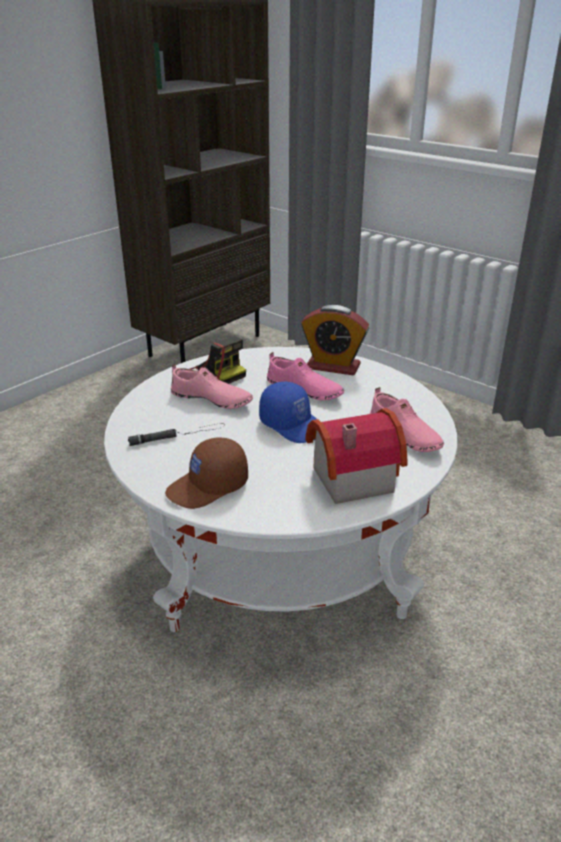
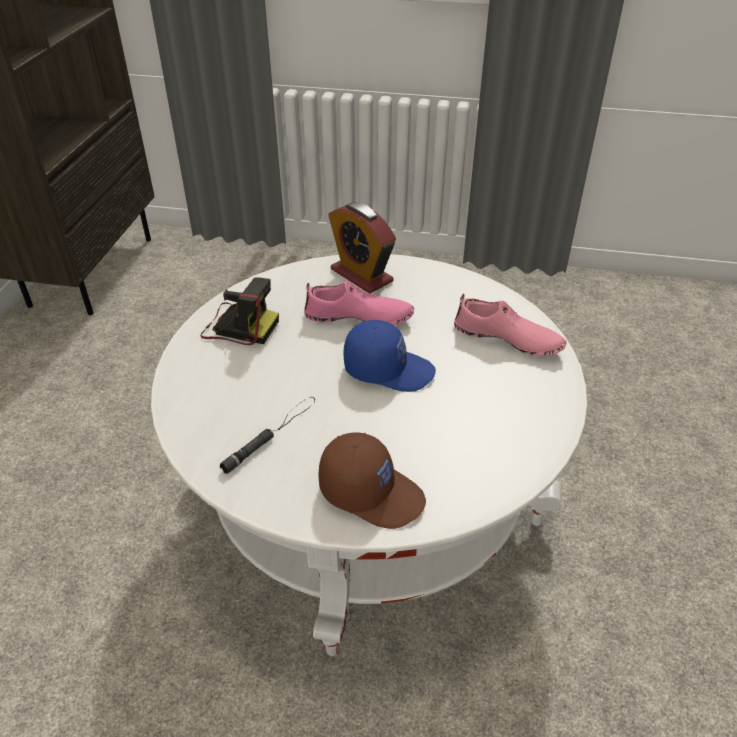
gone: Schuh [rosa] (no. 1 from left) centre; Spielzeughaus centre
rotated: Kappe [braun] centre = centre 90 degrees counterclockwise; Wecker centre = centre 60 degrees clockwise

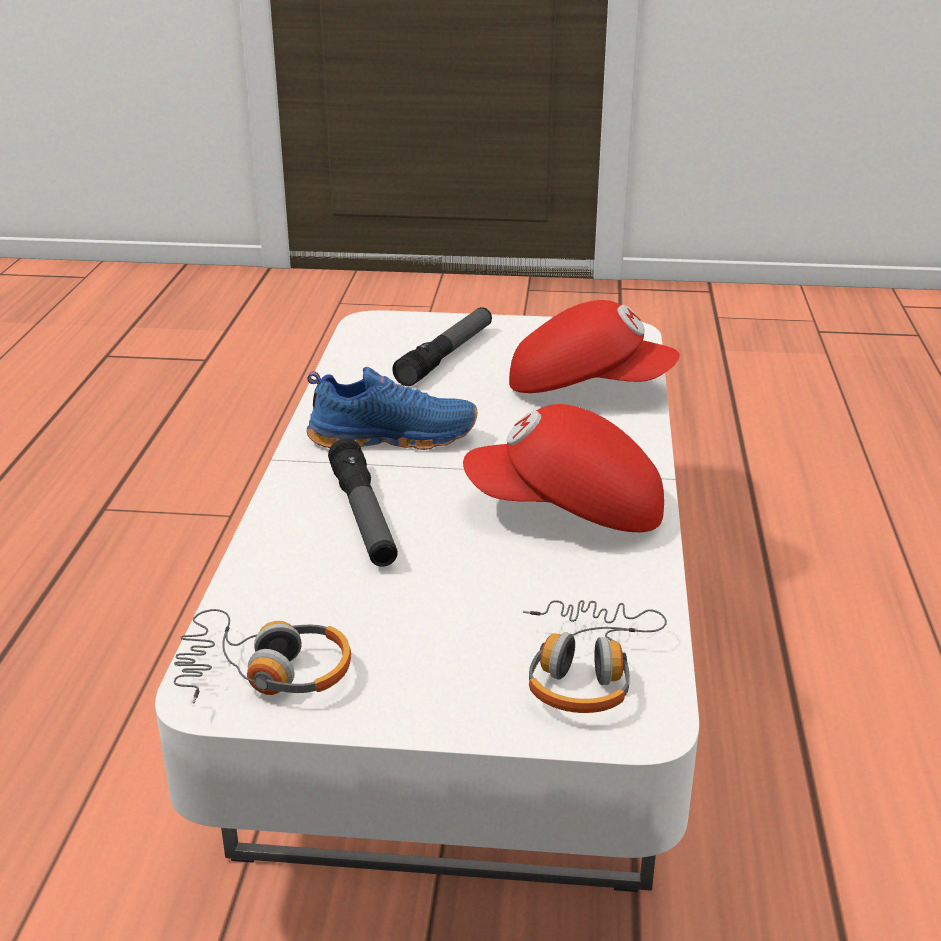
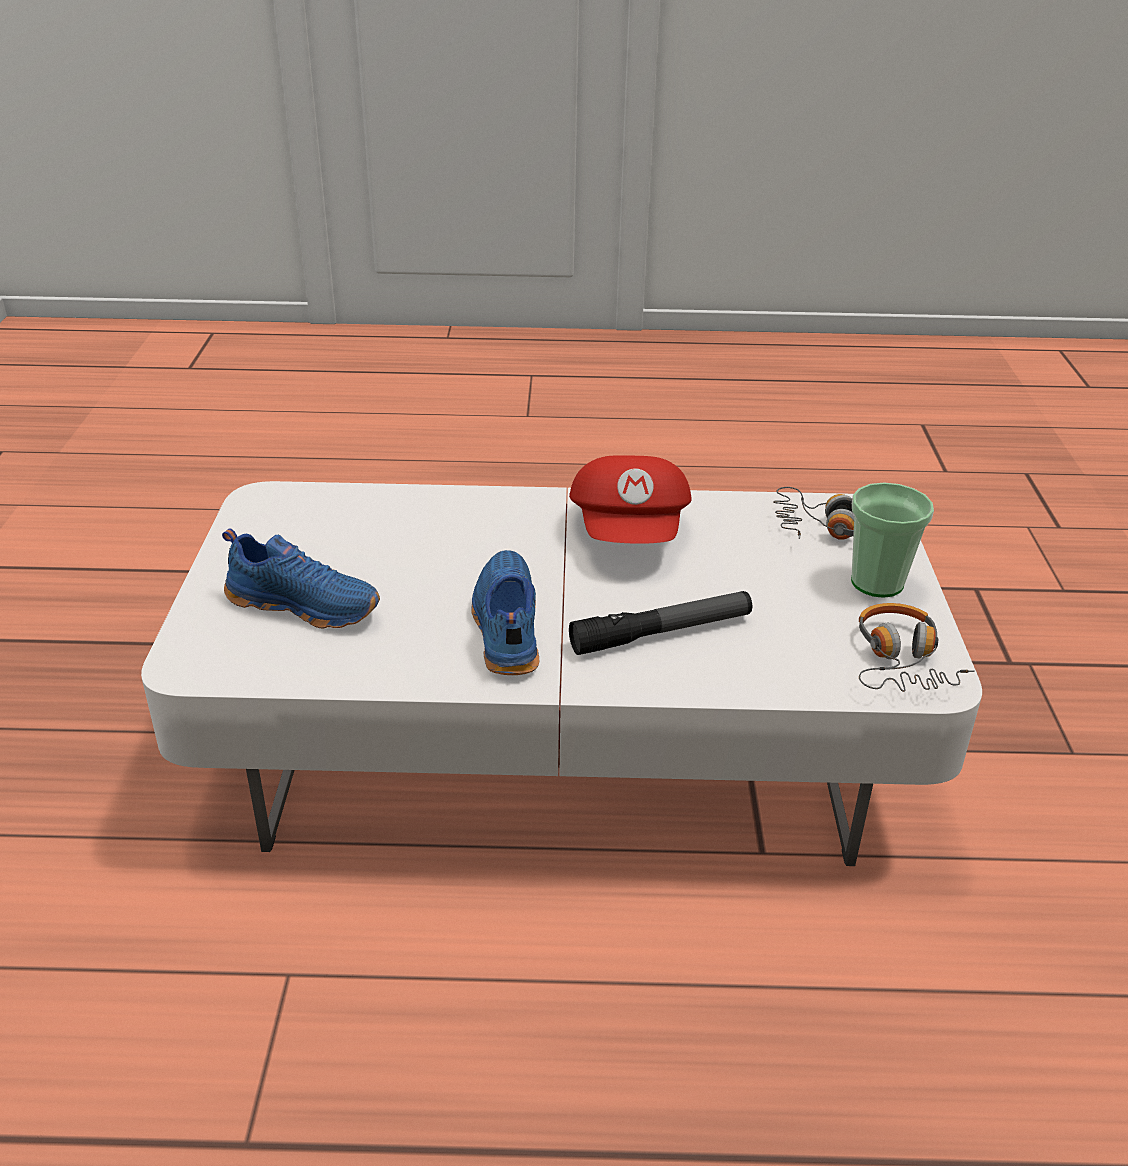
gone: Kappe [rot] (no. 2 from left) centre
new: Tasse middle right
swapped: Taschenlampe (no. 2 from left) centre to Schuh [blau] (no. 1 from left) middle left

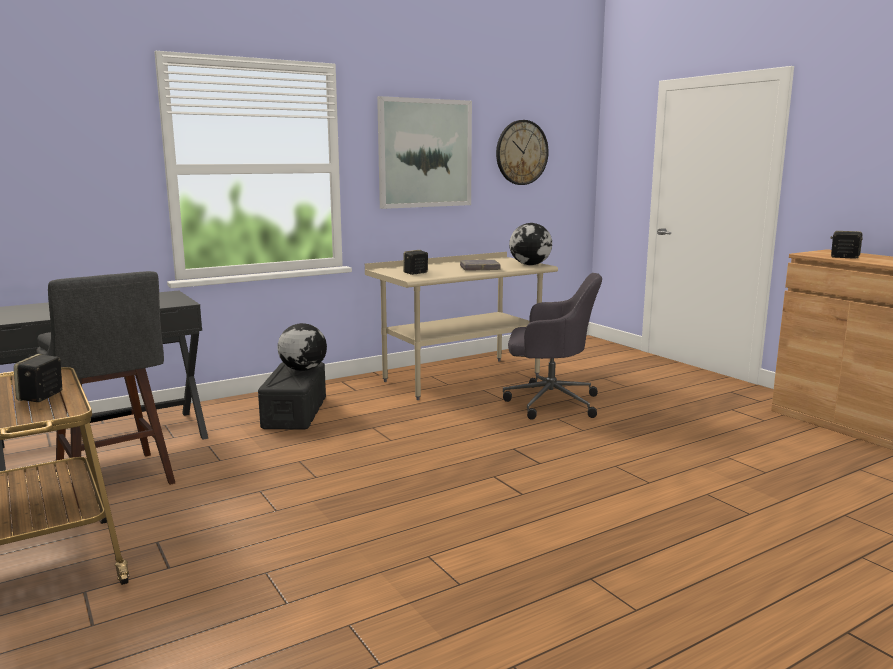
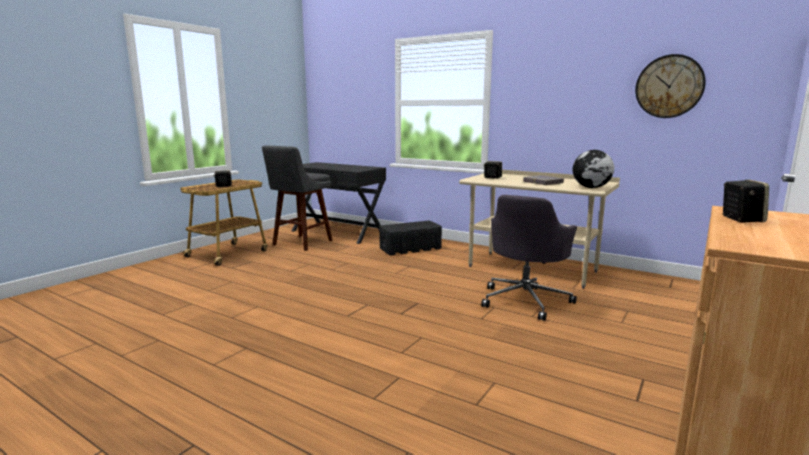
gone: Globus (no. 1 from left) centre; Bild top centre
rotated: Bürostuhl [grau] centre = centre 45 degrees clockwise

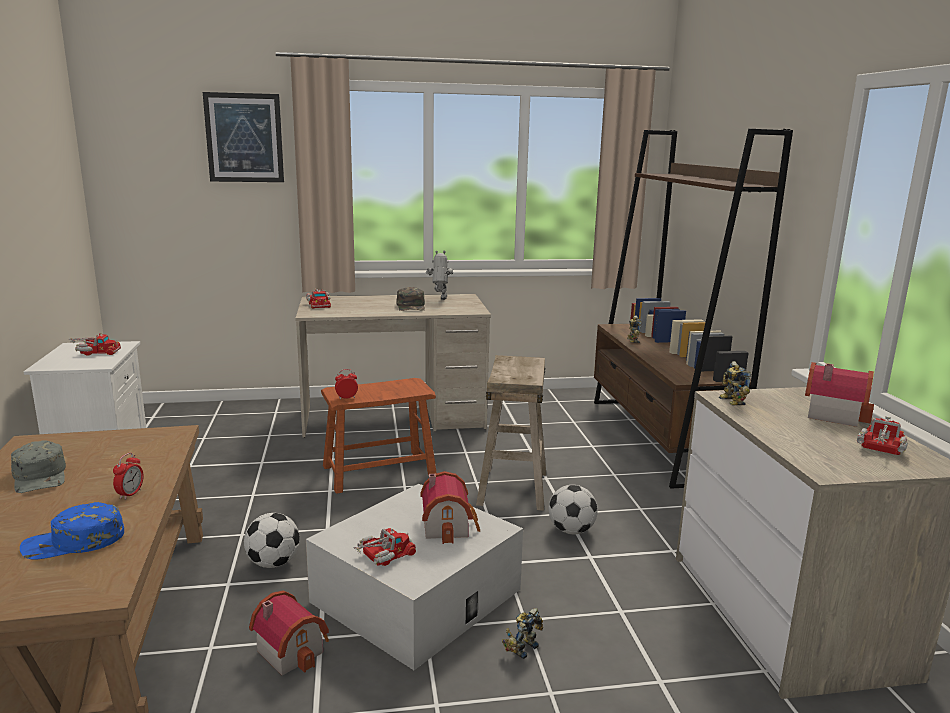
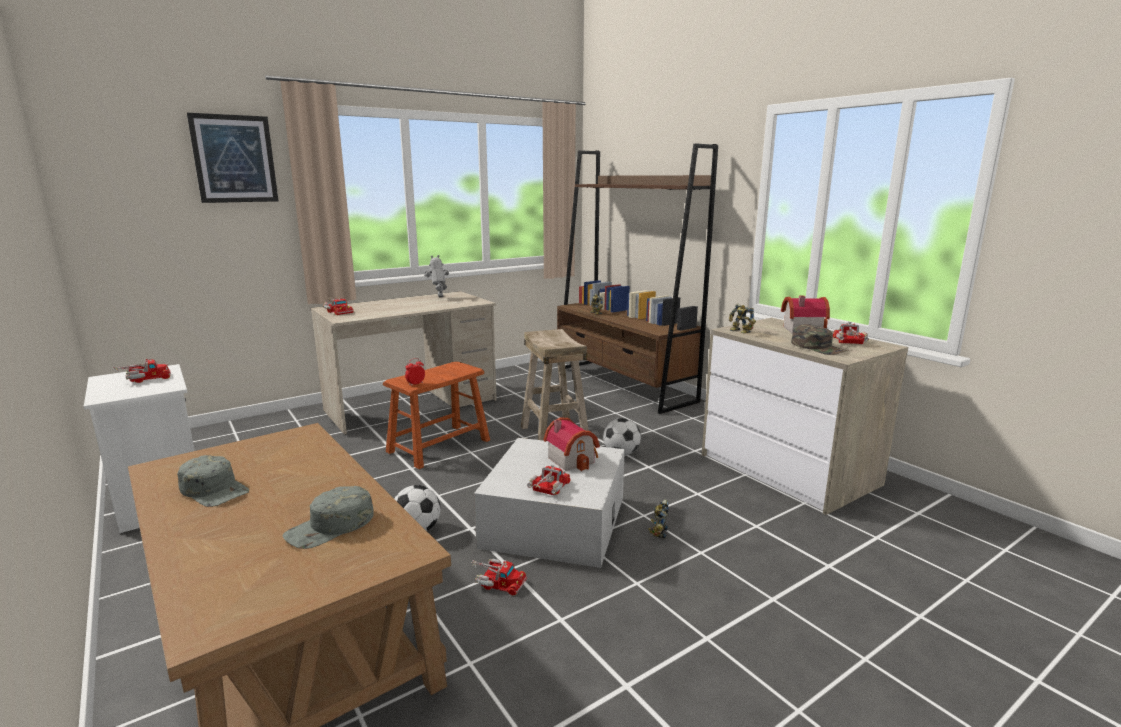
gone: Wecker (no. 1 from left) bottom left
shifted: Kappe [grün] centre to middle right
swapped: Spielzeughaus (no. 1 from left) bottom left to Spielzeuglaster (no. 3 from left) bottom centre
repainted: Kappe [blau] bottom left to Kappe [grau] (no. 2 from left) bottom left

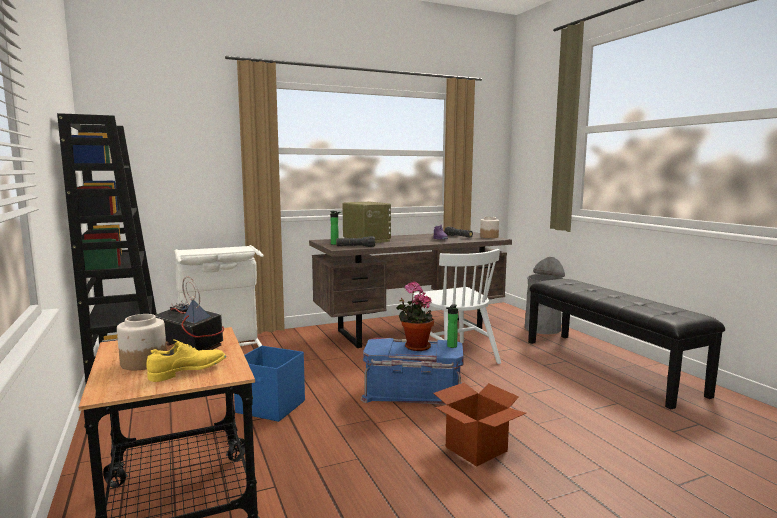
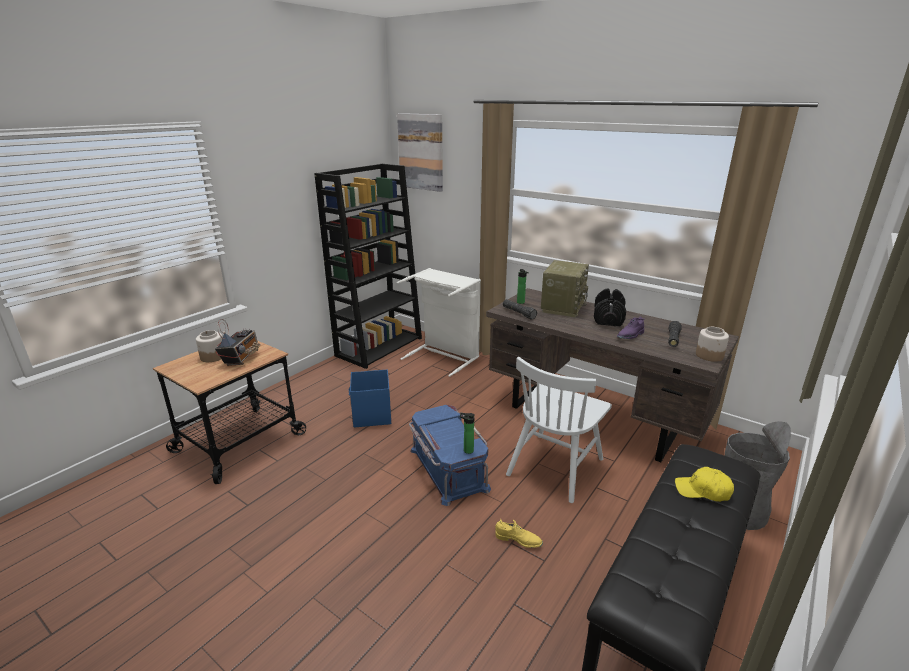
gone: Topfpflanze centre; Karton bottom centre
new: Bild top centre; Hantel [schwarz] middle right; Kappe [gelb] bottom right
shifted: Schuh [gelb] bottom left to bottom centre

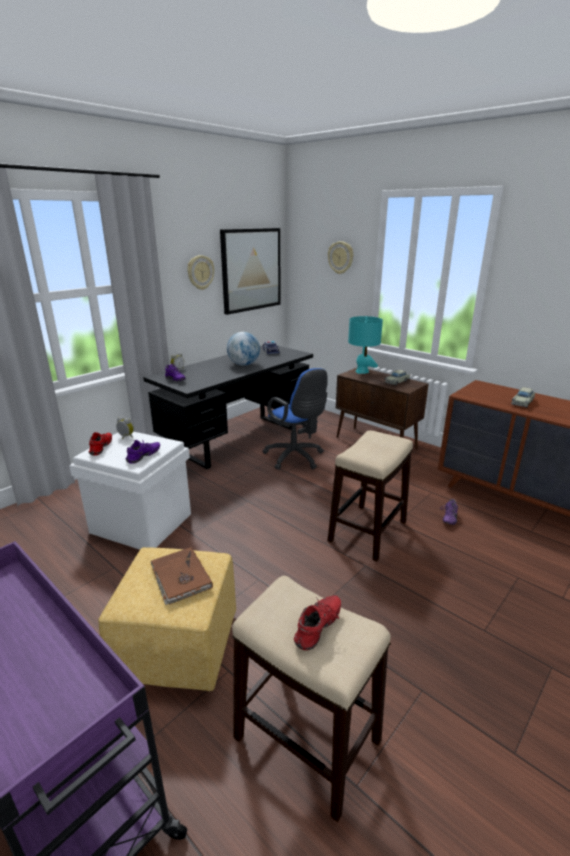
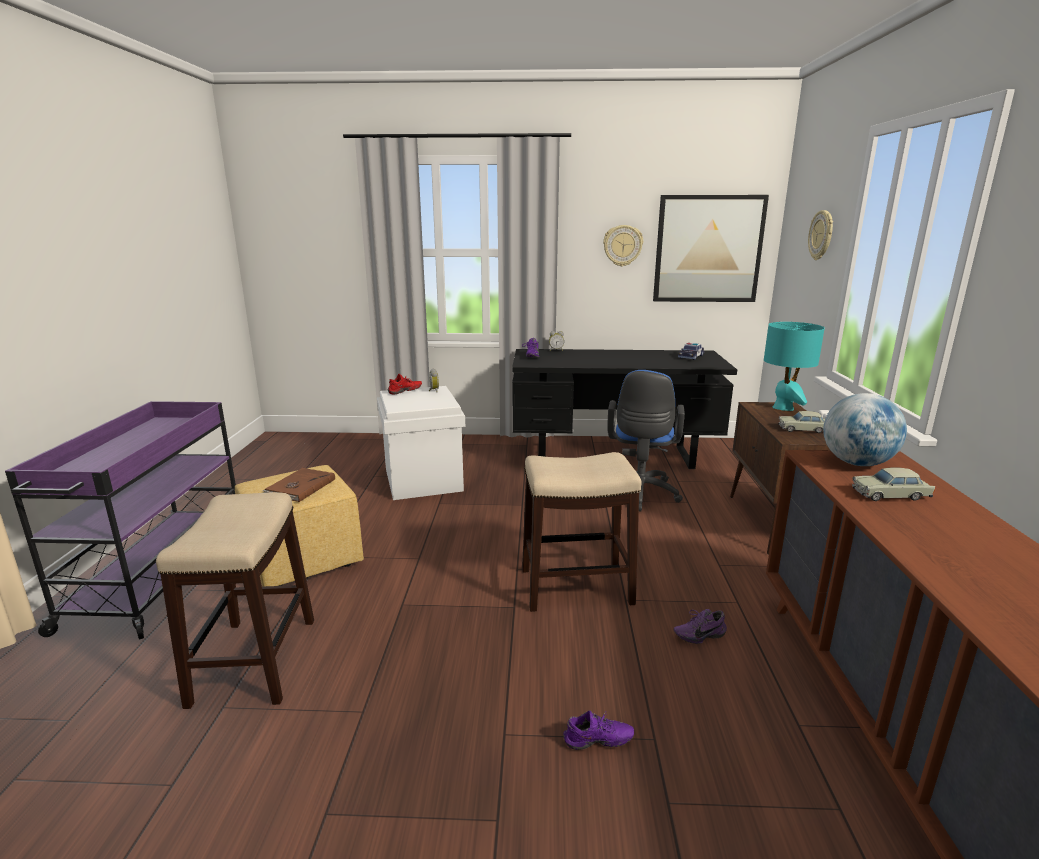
gone: Schuh [rot] (no. 2 from left) bottom centre
shifted: Schuh [lila] (no. 1 from left in the first image) middle left to Schuh [lila] (no. 2 from left) bottom centre; Globus centre to middle right

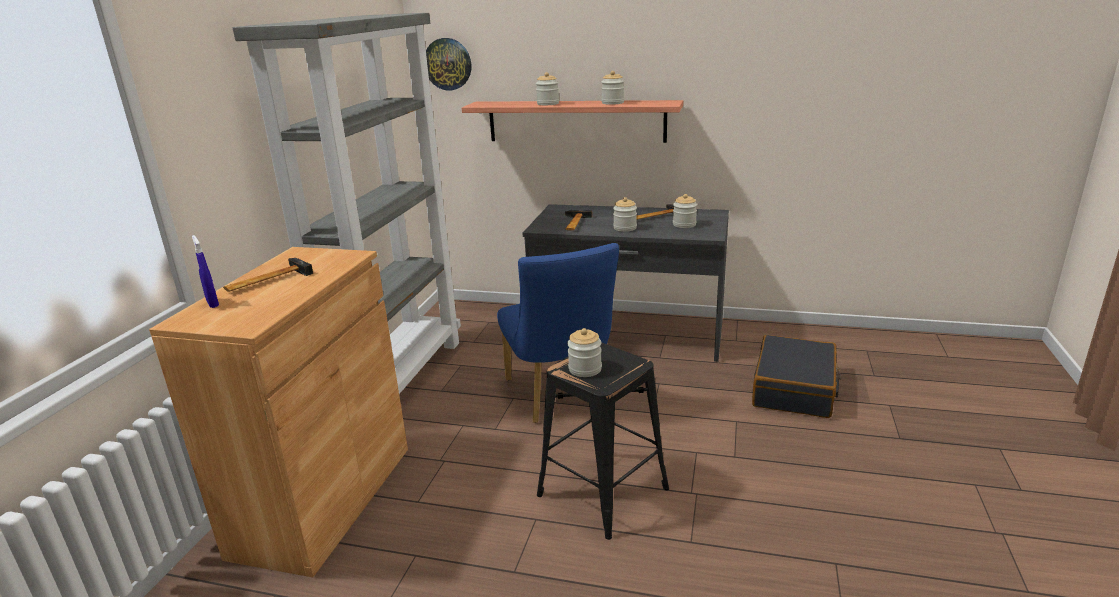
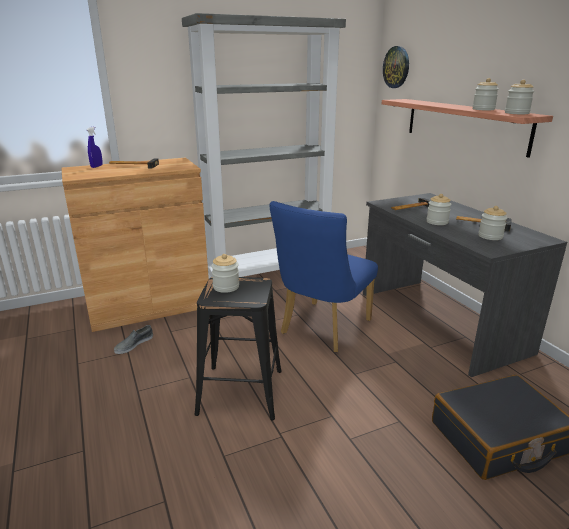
new: Schuh [grau] middle left
shifted: Vorratsglas (no. 1 from left in the first image) top centre to Vorratsglas (no. 5 from left) top right

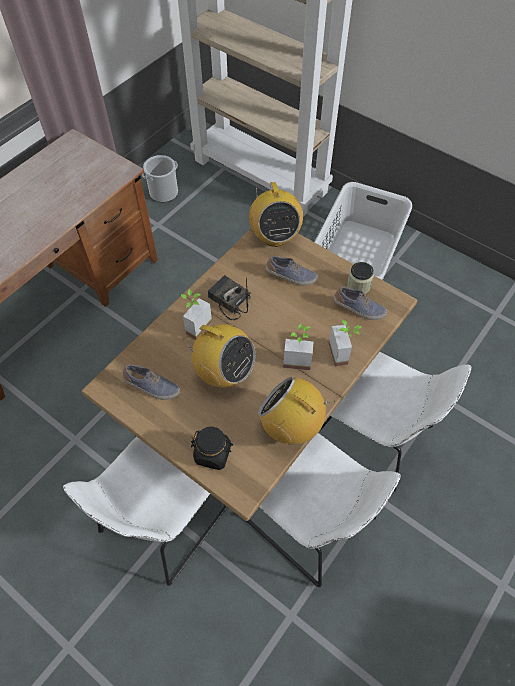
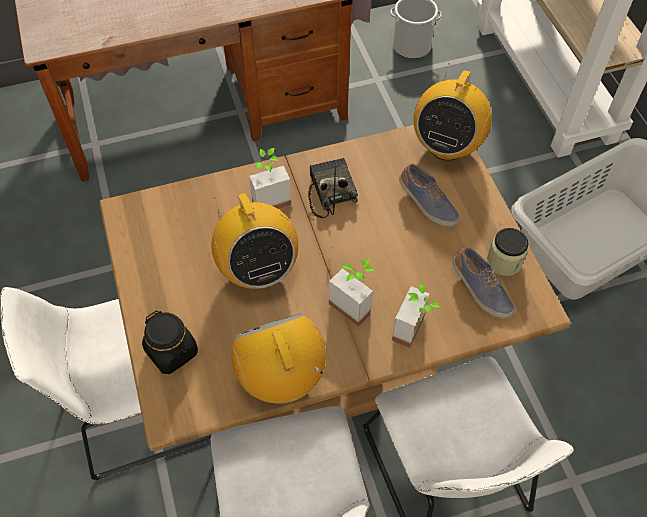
gone: Schuh (no. 1 from left) middle left

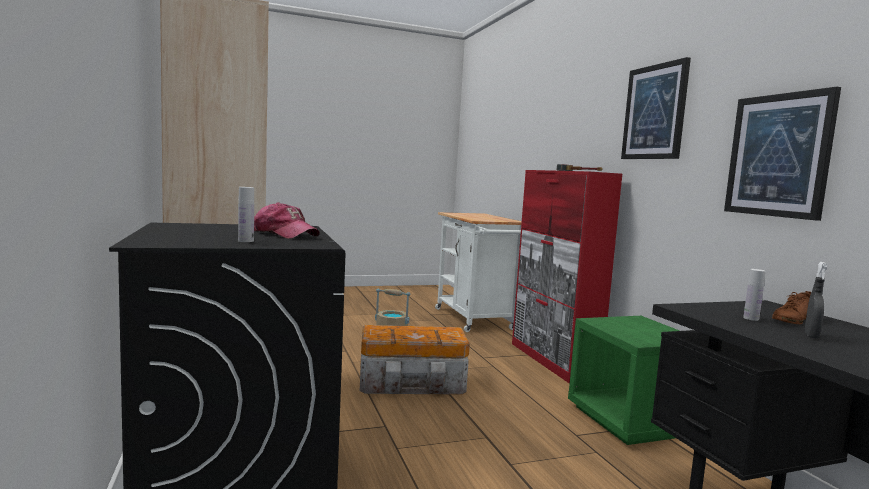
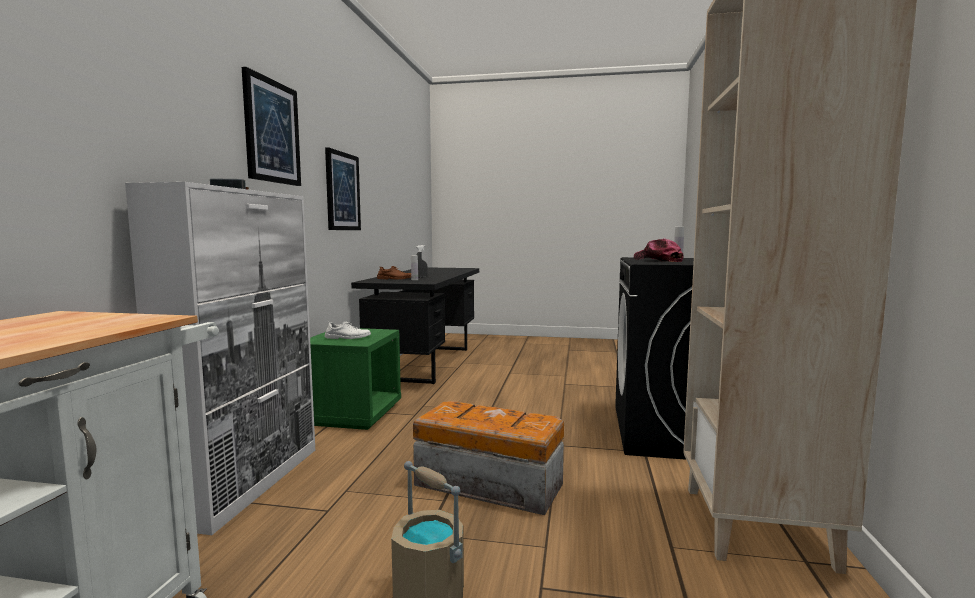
new: Schuh [weiß] centre
repainted: Schrank [rot] centre to Schrank [weiß] middle left

